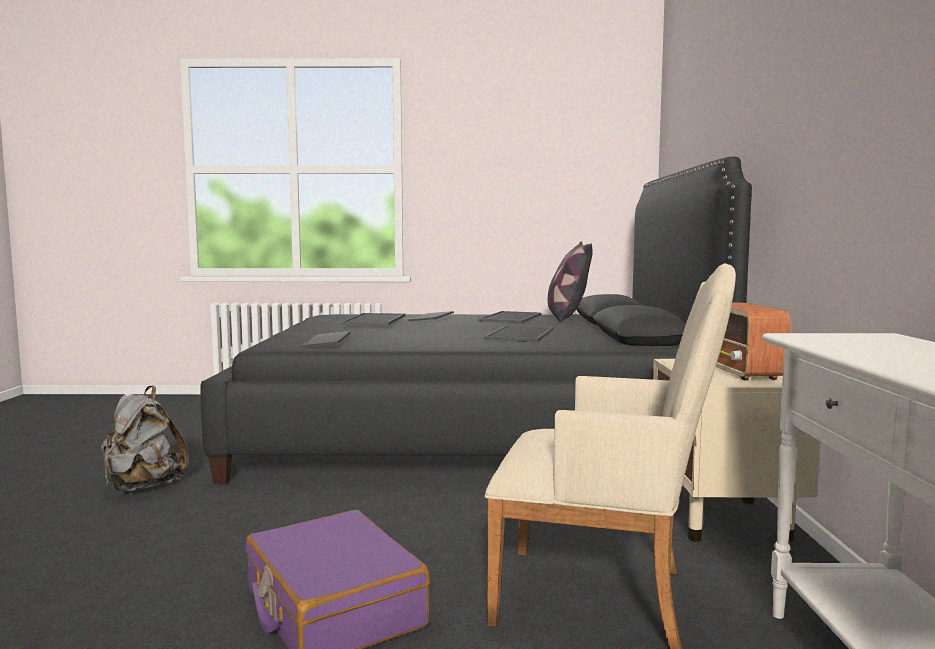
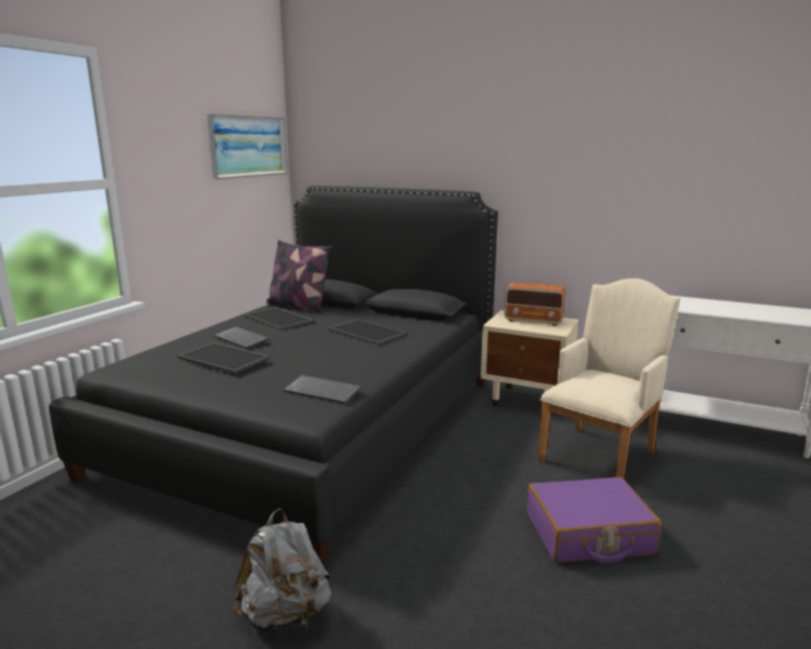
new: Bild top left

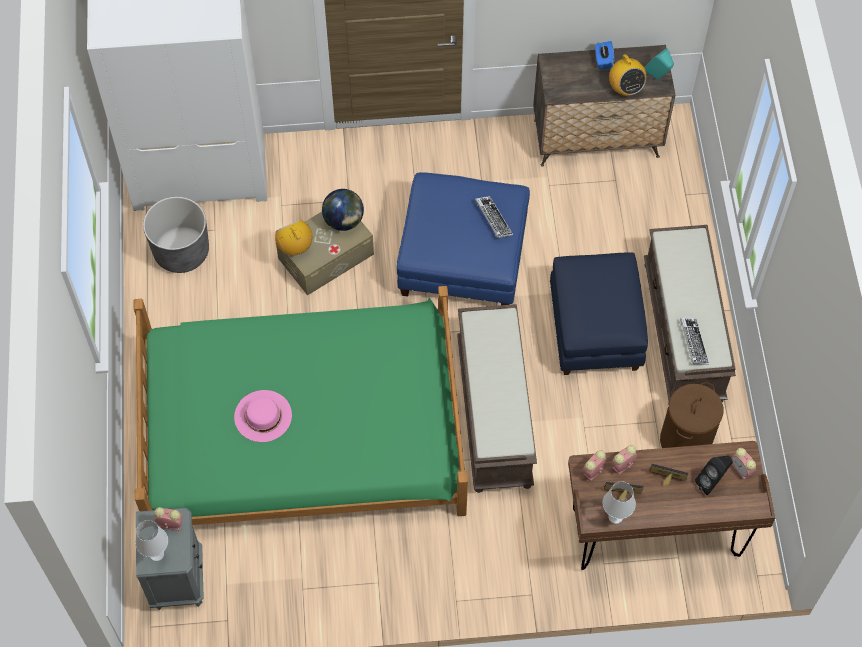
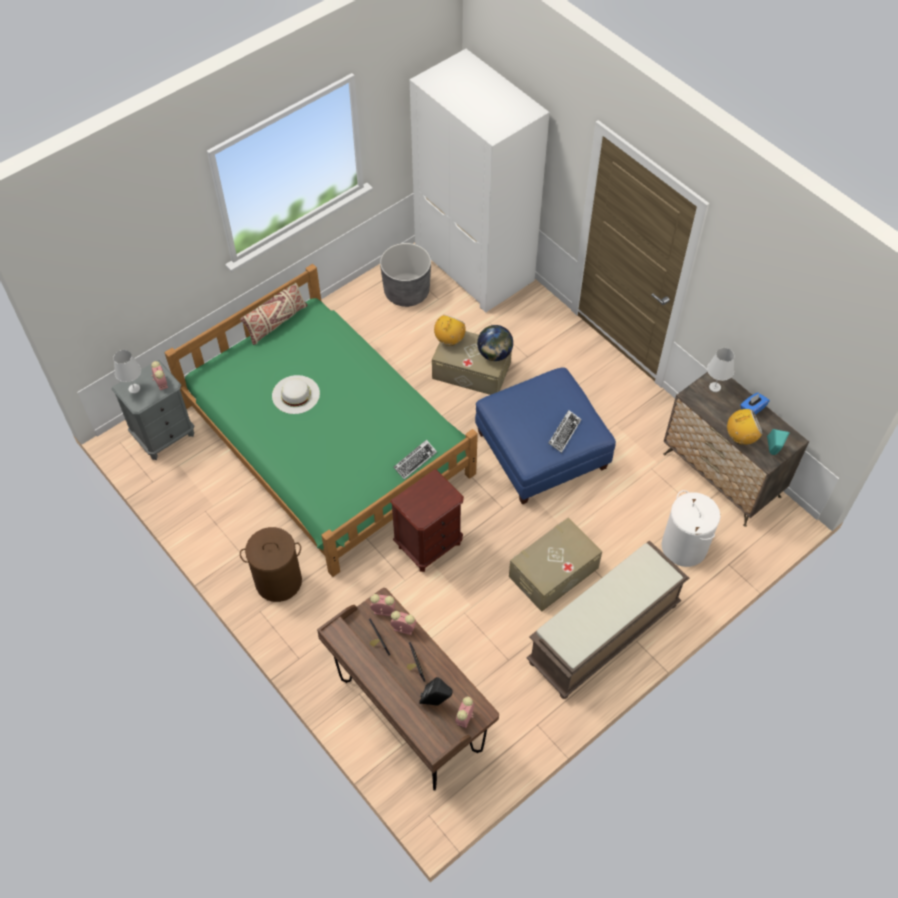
new: Kissen [beige] middle left; Wäschekorb [weiß] middle right
shifted: Tischlampe [weiß] (no. 2 from left) bottom right to middle right; Wäschekorb [braun] middle right to middle left; Tastatur (no. 2 from left in the first image) middle right to Tastatur (no. 1 from left) centre
swapped: Bank [braun] (no. 1 from left) centre to Nachttisch [braun] centre; Polsterhocker [blau] (no. 2 from left) middle right to Aufbewahrungsbox [beige] (no. 2 from left) centre
repainted: Hut [rosa] middle left to Hut [weiß] middle left
rotated: Radio (no. 2 from left) top right = middle right 135 degrees counterclockwise

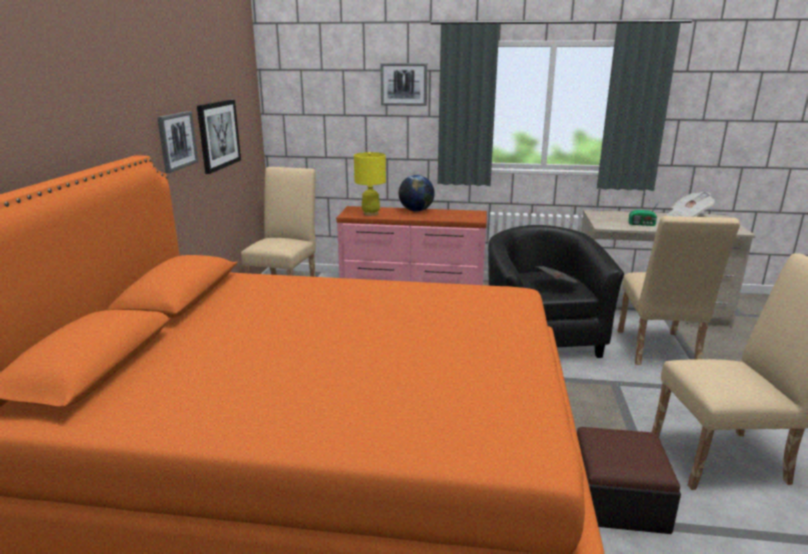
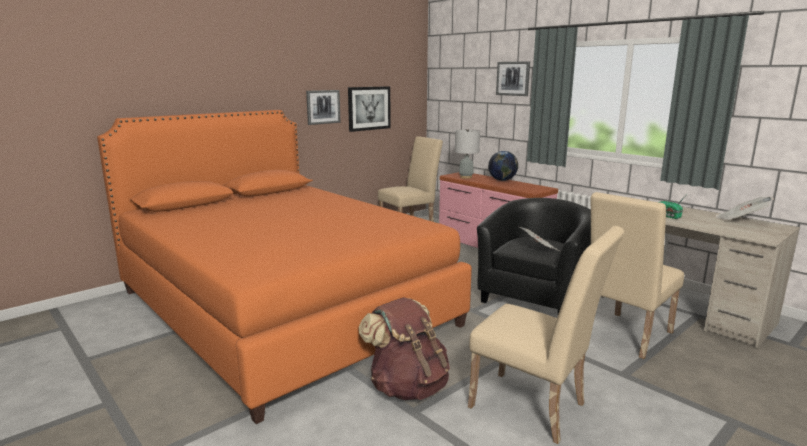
swapped: Polsterhocker bottom right to Rucksack [braun] bottom centre
repainted: Tischlampe [gelb] top centre to Tischlampe [grau] centre

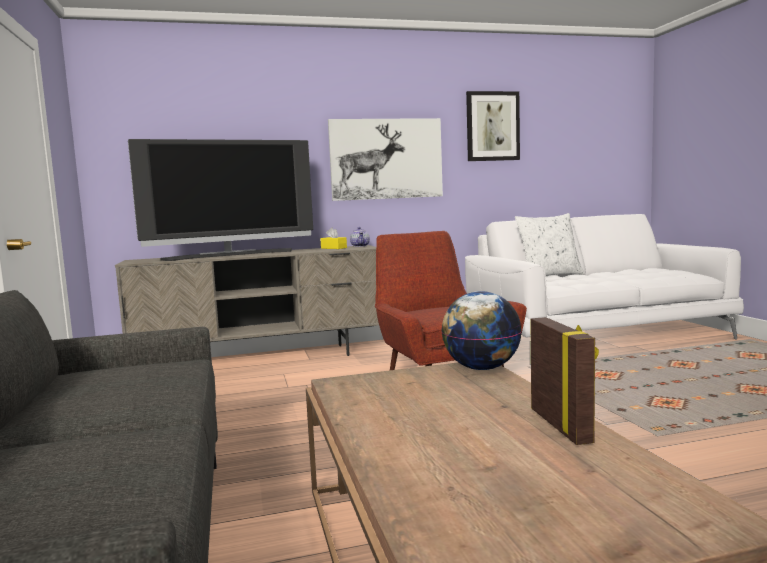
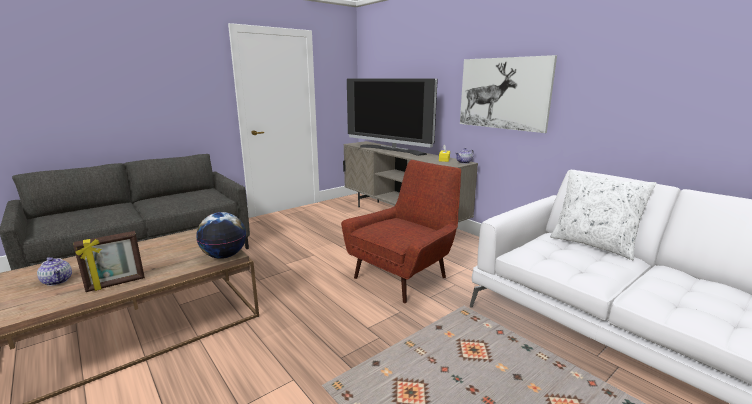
gone: Bild (no. 2 from left) top centre
new: Teekanne (no. 1 from left) bottom left

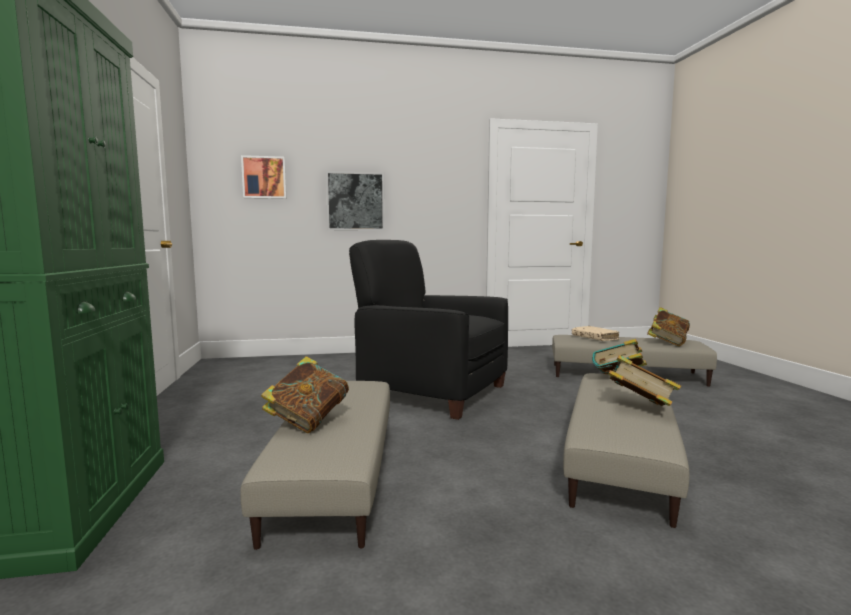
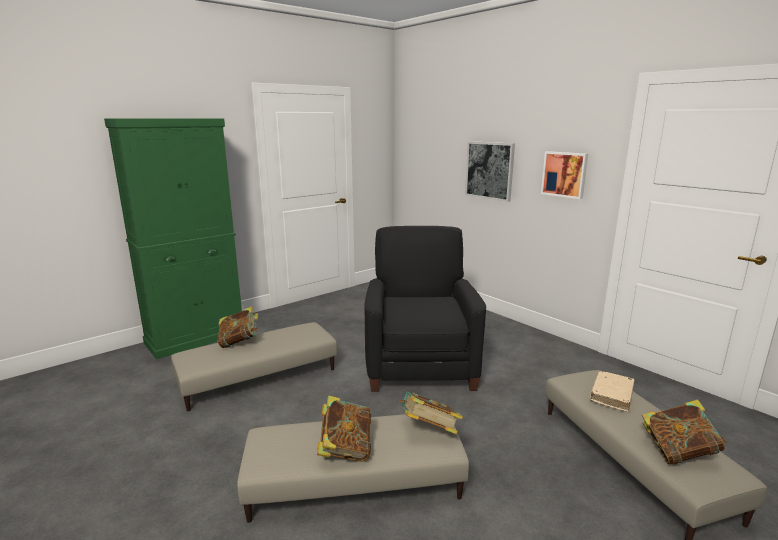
shifted: Bild (no. 1 from left in the first image) top left to Bild (no. 2 from left) top right

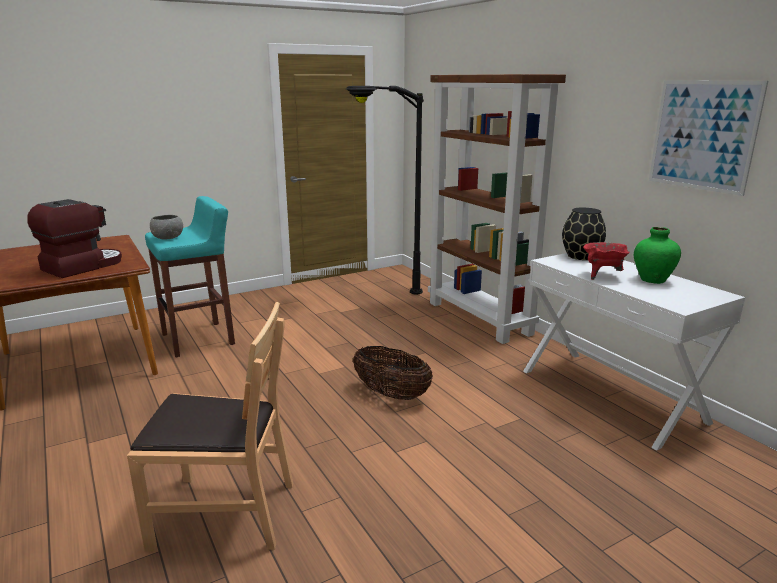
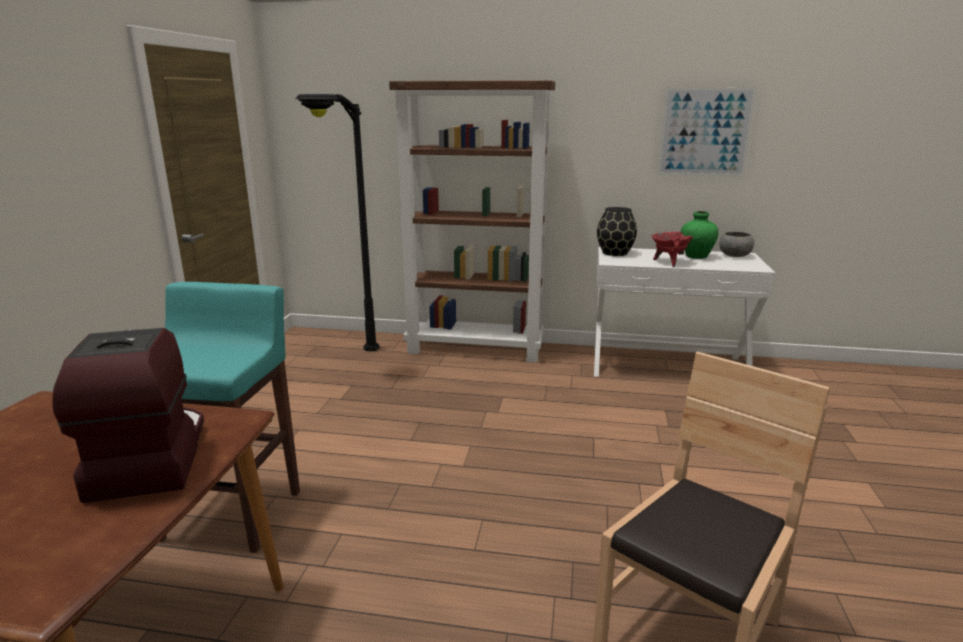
gone: Korb centre
shifted: Schüssel [grau] middle left to middle right

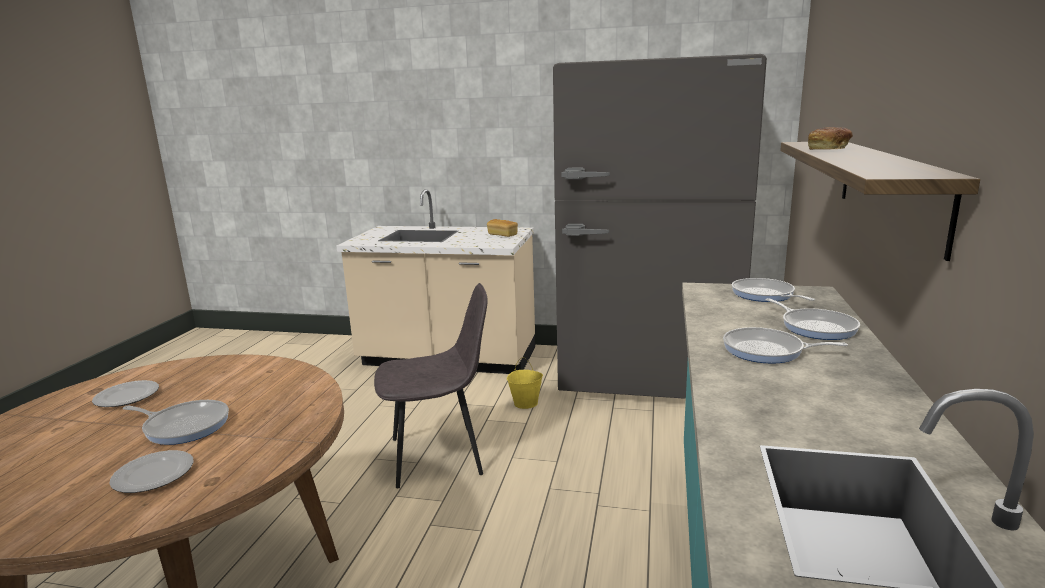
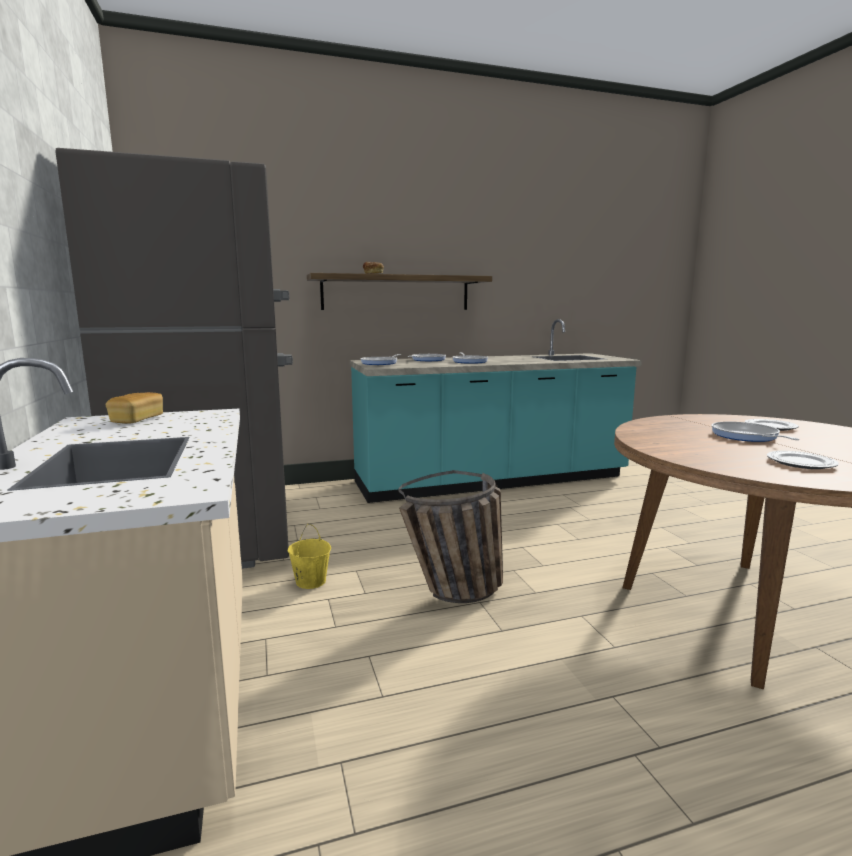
swapped: Stuhl [grau] centre to Korb centre

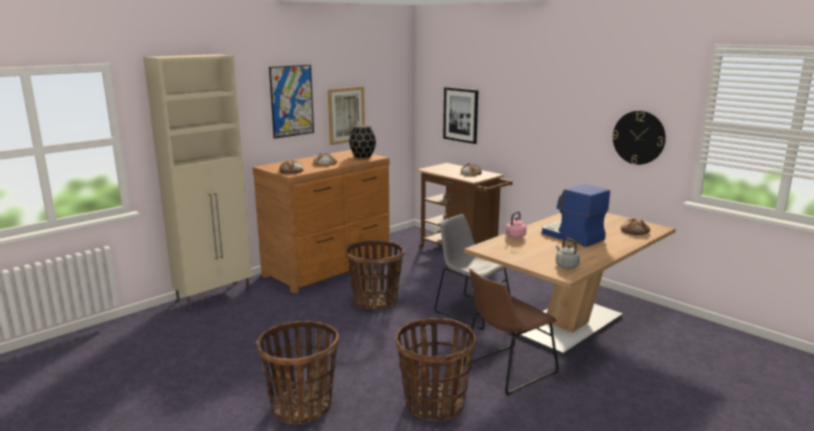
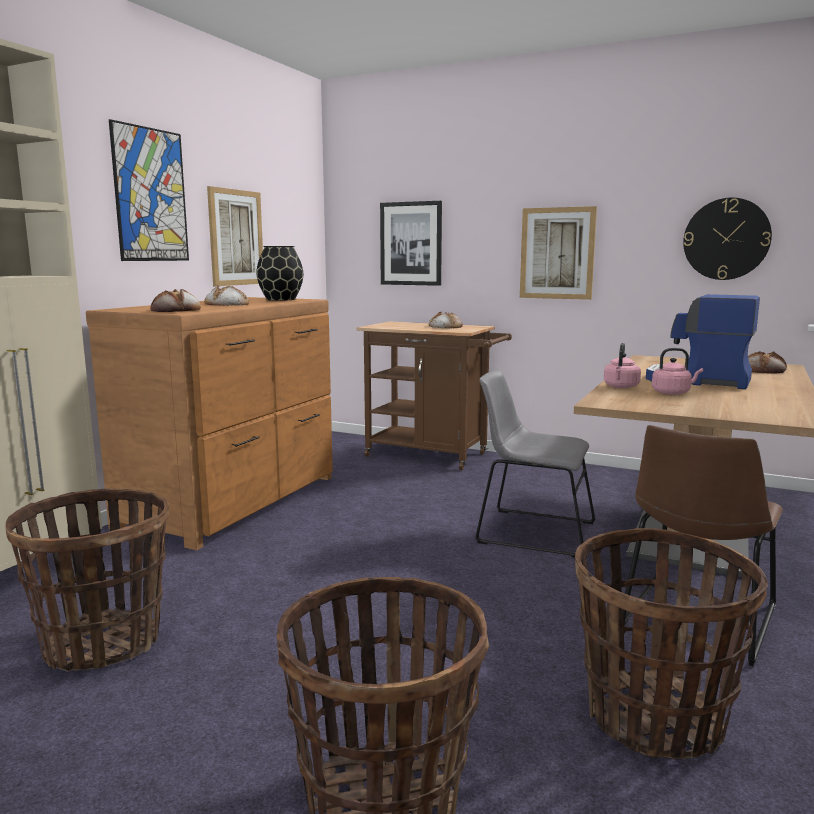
gone: Wasserkessel [grau] middle right
new: Bild (no. 4 from left) top right; Wasserkessel [rosa] (no. 2 from left) middle right
shifted: Korb (no. 2 from left in the first image) centre to Korb (no. 1 from left) bottom left

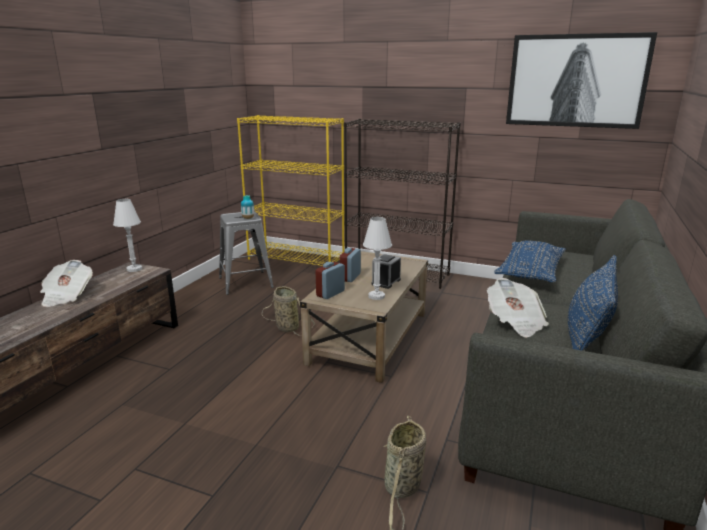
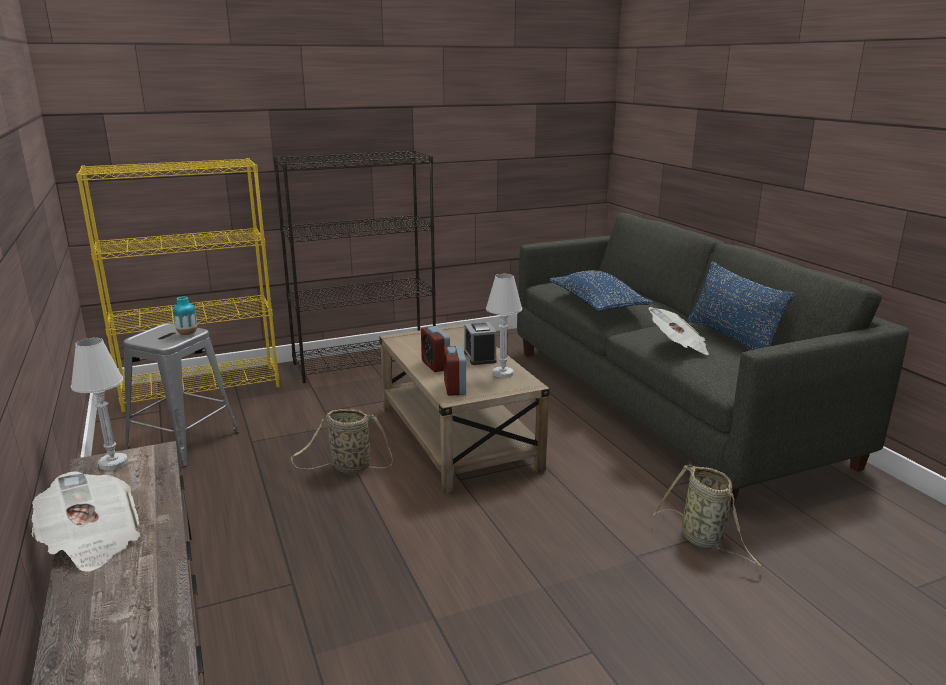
gone: Bild top right

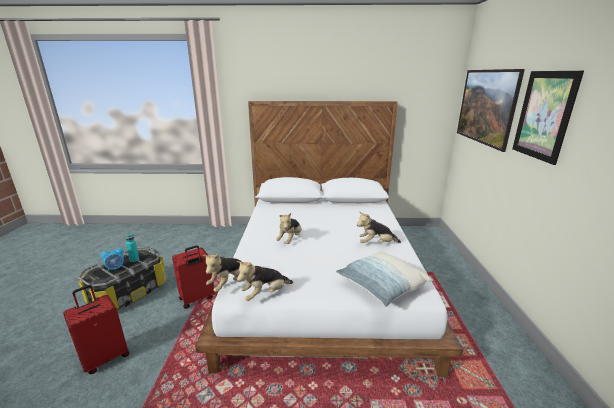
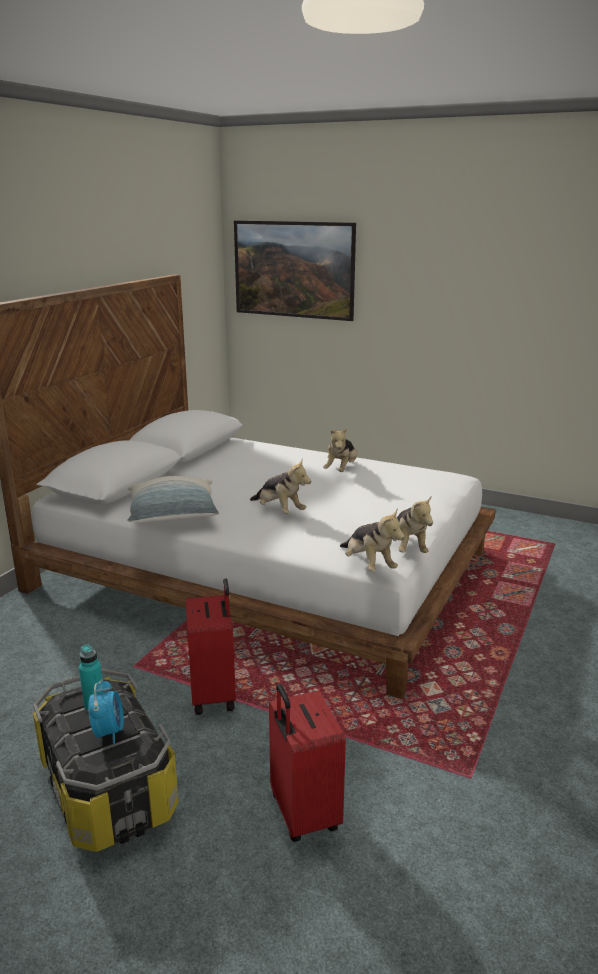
gone: Bild (no. 2 from left) top right
shifted: Kissen bottom centre to middle left

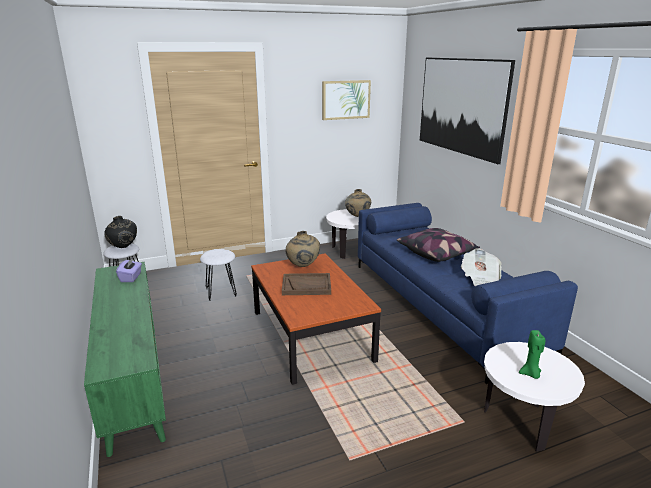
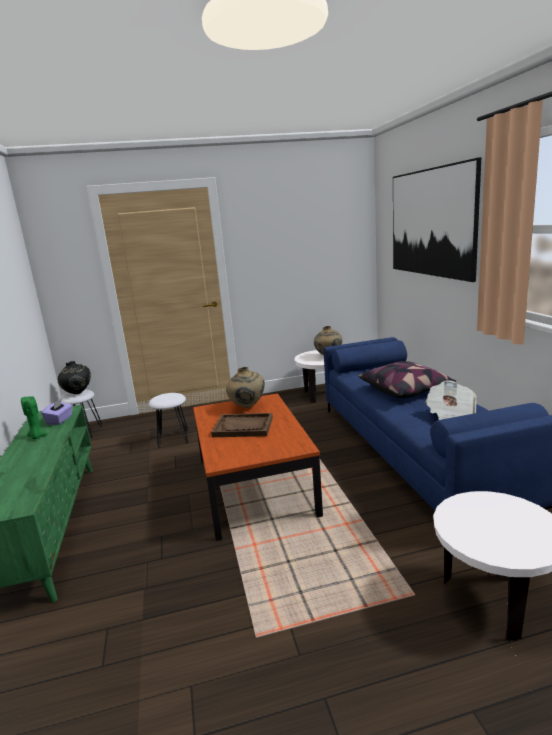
gone: Bild (no. 1 from left) top centre
shifted: Kerze [grün] bottom right to middle left

